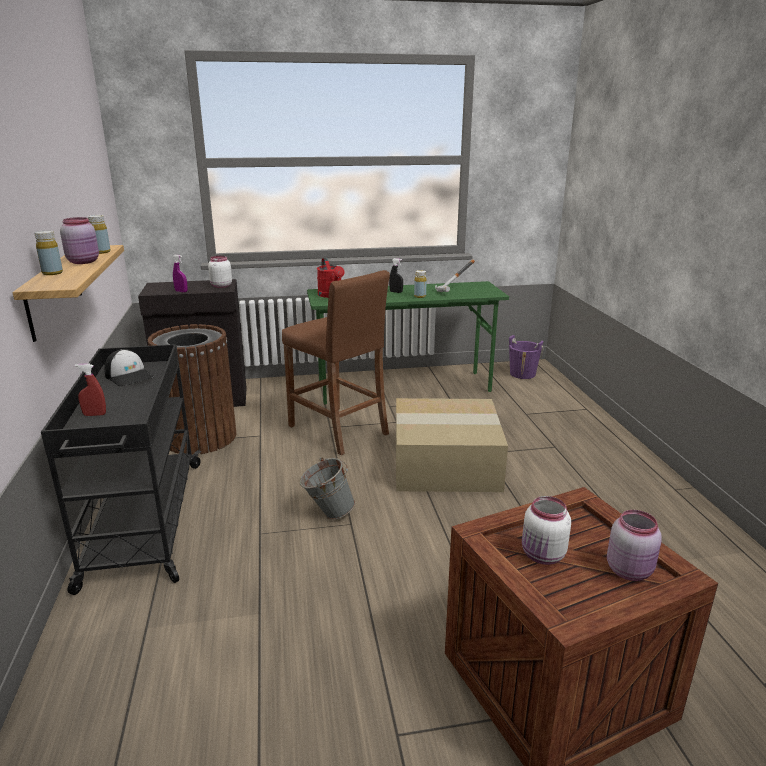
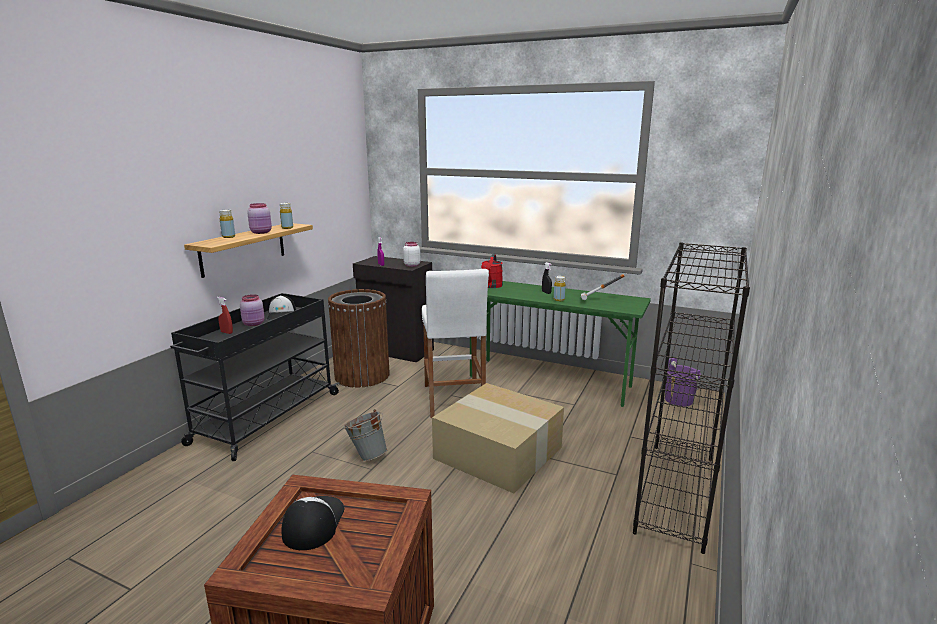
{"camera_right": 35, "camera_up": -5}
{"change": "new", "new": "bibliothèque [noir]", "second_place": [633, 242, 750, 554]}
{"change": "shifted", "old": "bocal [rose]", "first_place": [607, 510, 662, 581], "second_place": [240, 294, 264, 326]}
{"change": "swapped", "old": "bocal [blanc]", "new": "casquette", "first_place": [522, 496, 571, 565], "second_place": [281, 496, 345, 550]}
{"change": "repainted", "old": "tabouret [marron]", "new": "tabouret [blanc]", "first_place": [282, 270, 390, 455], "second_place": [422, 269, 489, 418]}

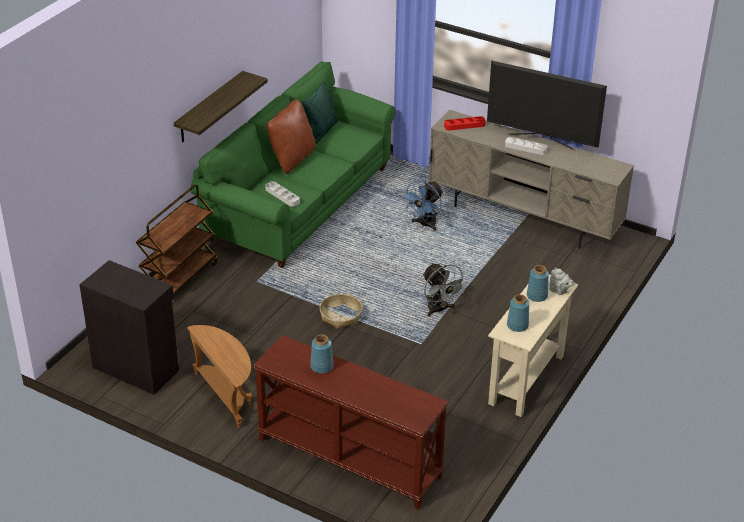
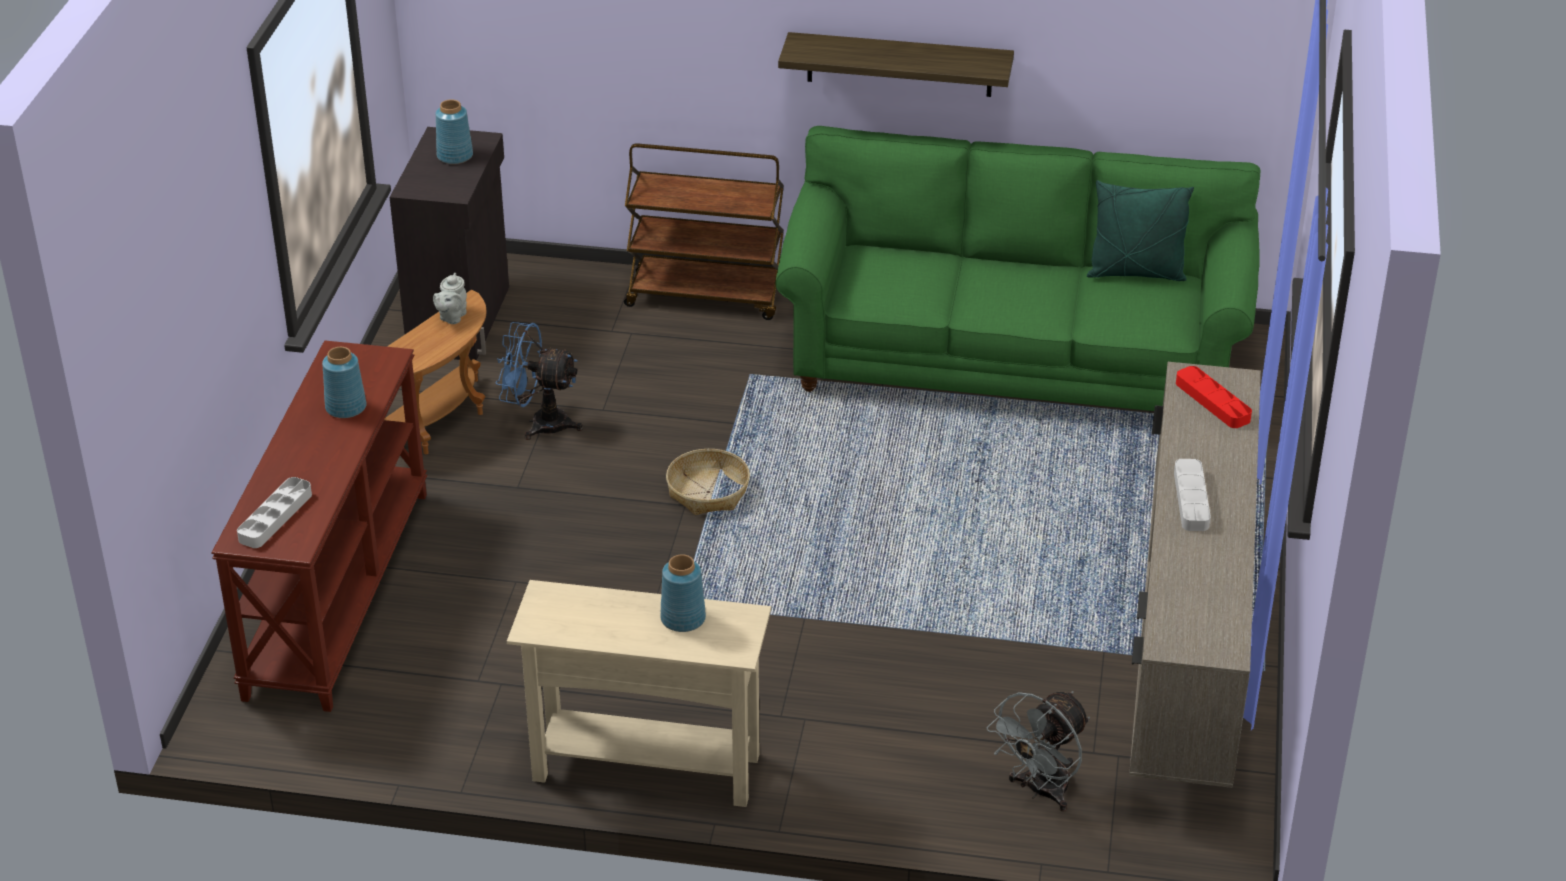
{"camera_right": 70, "camera_up": 0}
{"change": "gone", "old": "coussin [marron]", "first_place": [266, 99, 316, 174]}
{"change": "gone", "old": "téléviseur", "first_place": [487, 60, 607, 150]}
{"change": "shifted", "old": "plateau [gris]", "first_place": [265, 181, 300, 207], "second_place": [237, 477, 312, 548]}
{"change": "shifted", "old": "ventilateur [bleu]", "first_place": [402, 180, 443, 231], "second_place": [496, 322, 583, 440]}
{"change": "shifted", "old": "ventilateur [gris]", "first_place": [423, 263, 467, 316], "second_place": [987, 691, 1090, 812]}
{"change": "shifted", "old": "vase [bleu]", "first_place": [507, 294, 529, 332], "second_place": [435, 99, 473, 164]}
{"change": "shifted", "old": "théière [gris]", "first_place": [549, 268, 575, 295], "second_place": [433, 273, 467, 324]}

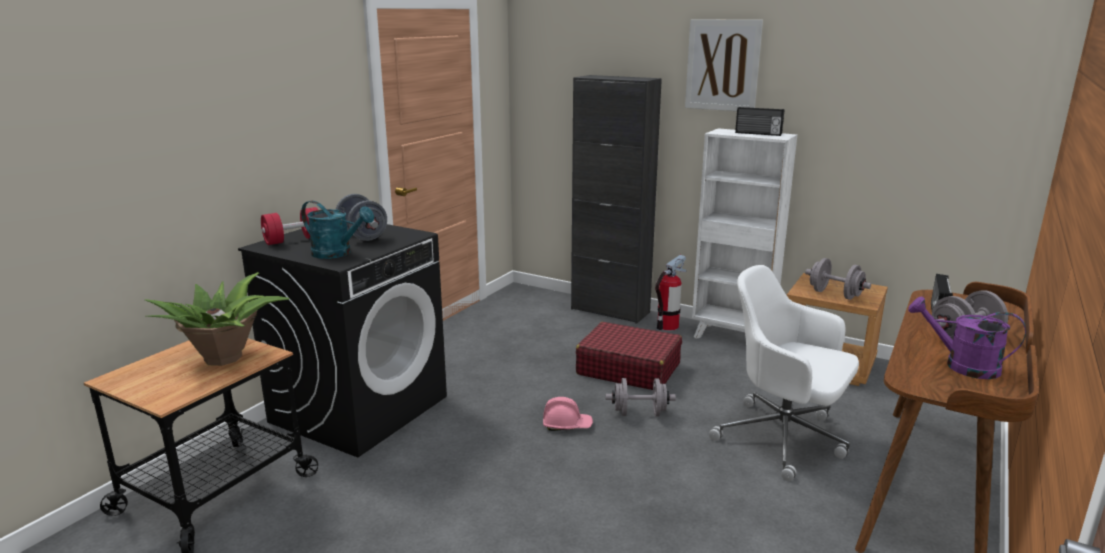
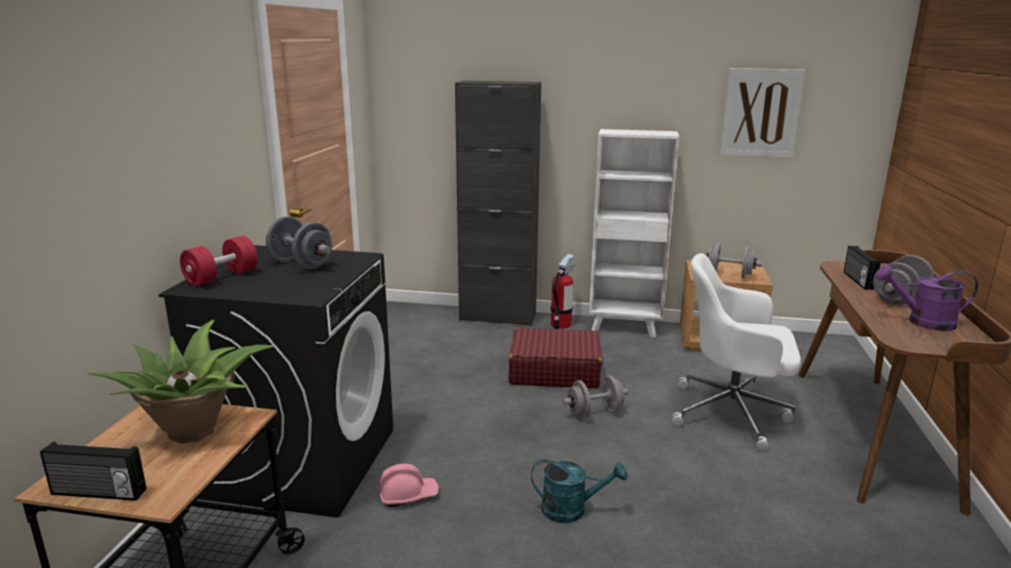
{"camera_right": -20, "camera_up": 0}
{"change": "shifted", "old": "arrosoir [turquoise]", "first_place": [301, 200, 374, 259], "second_place": [531, 459, 628, 523]}
{"change": "shifted", "old": "casque de chantier [rose]", "first_place": [543, 397, 593, 431], "second_place": [379, 464, 439, 507]}
{"change": "shifted", "old": "tableau", "first_place": [685, 19, 763, 111], "second_place": [719, 68, 805, 158]}
{"change": "shifted", "old": "radio", "first_place": [735, 107, 784, 136], "second_place": [40, 442, 146, 501]}

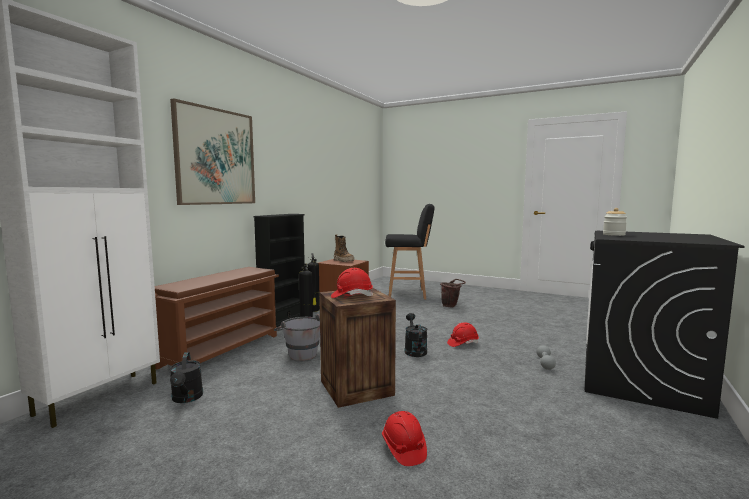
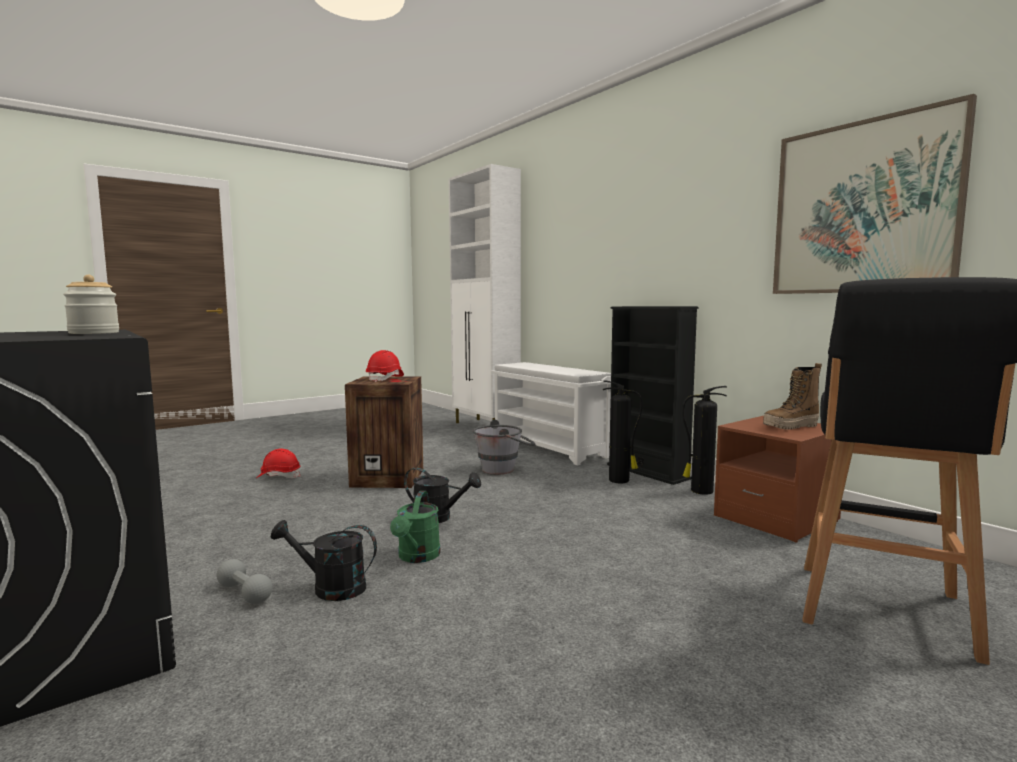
{"camera_right": 115, "camera_up": 0}
{"change": "gone", "old": "seau [marron]", "first_place": [440, 279, 466, 308]}
{"change": "shifted", "old": "arrosoir [noir]", "first_place": [169, 352, 203, 403], "second_place": [271, 520, 377, 601]}
{"change": "shifted", "old": "tableau", "first_place": [170, 98, 255, 205], "second_place": [773, 94, 977, 294]}
{"change": "swapped", "old": "casque de chantier [rouge]", "new": "arrosoir [vert]", "first_place": [447, 322, 479, 347], "second_place": [390, 491, 441, 563]}
{"change": "repainted", "old": "étagère à chaussures [marron]", "new": "étagère à chaussures [blanc]", "first_place": [155, 267, 279, 370], "second_place": [491, 362, 611, 465]}

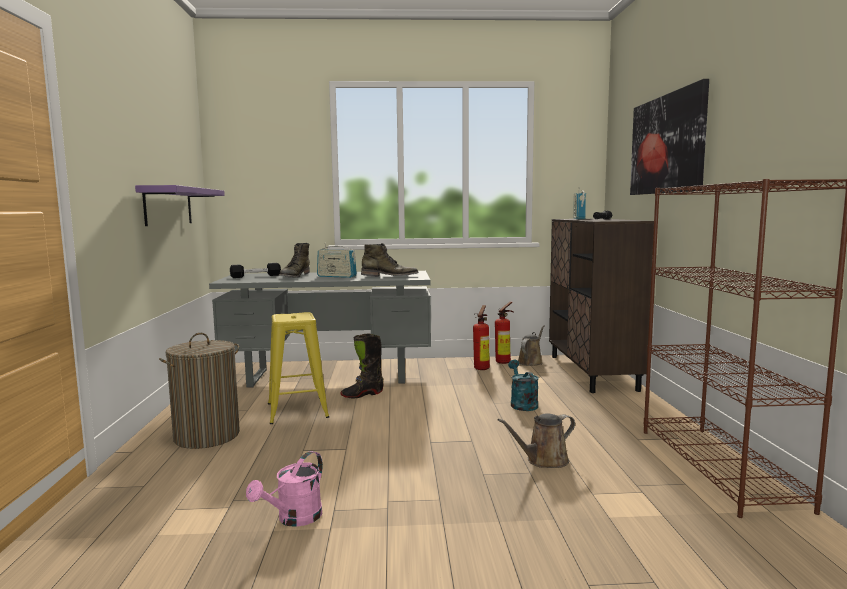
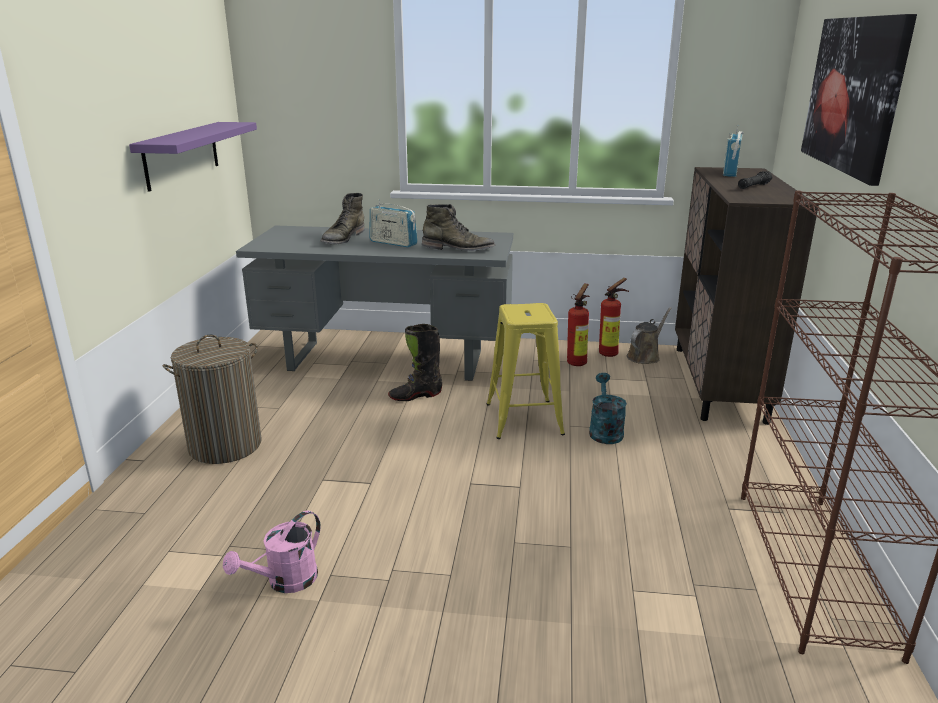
{"camera_right": 10, "camera_up": 15}
{"change": "gone", "old": "haltère [noir]", "first_place": [230, 263, 281, 278]}
{"change": "gone", "old": "arrosoir [marron]", "first_place": [498, 413, 575, 468]}
{"change": "shifted", "old": "tabouret [jaune]", "first_place": [268, 312, 329, 424], "second_place": [487, 303, 565, 439]}

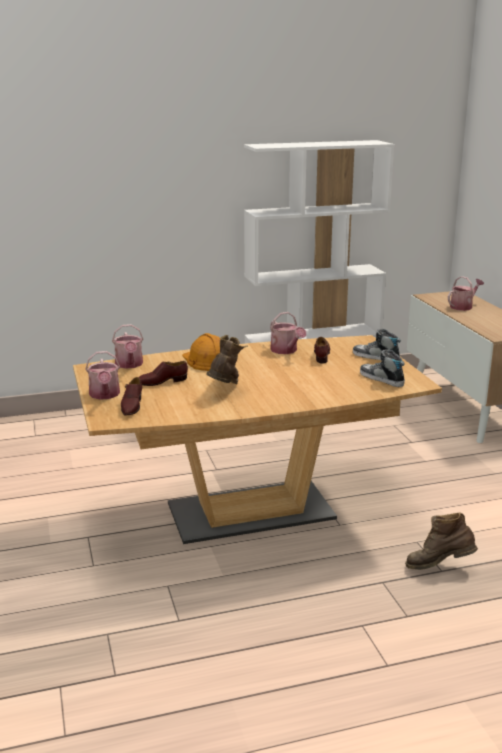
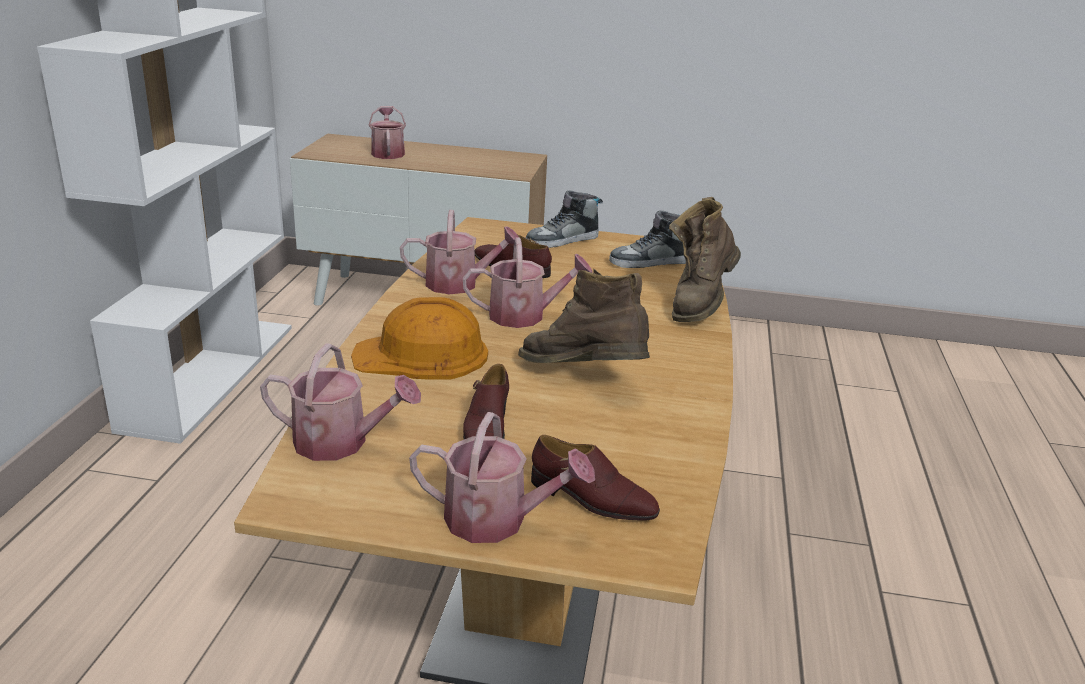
{"camera_right": -65, "camera_up": 5}
{"change": "new", "new": "arrosoir", "second_place": [463, 238, 593, 328]}
{"change": "shifted", "old": "botte [marron]", "first_place": [405, 512, 478, 570], "second_place": [669, 197, 741, 322]}

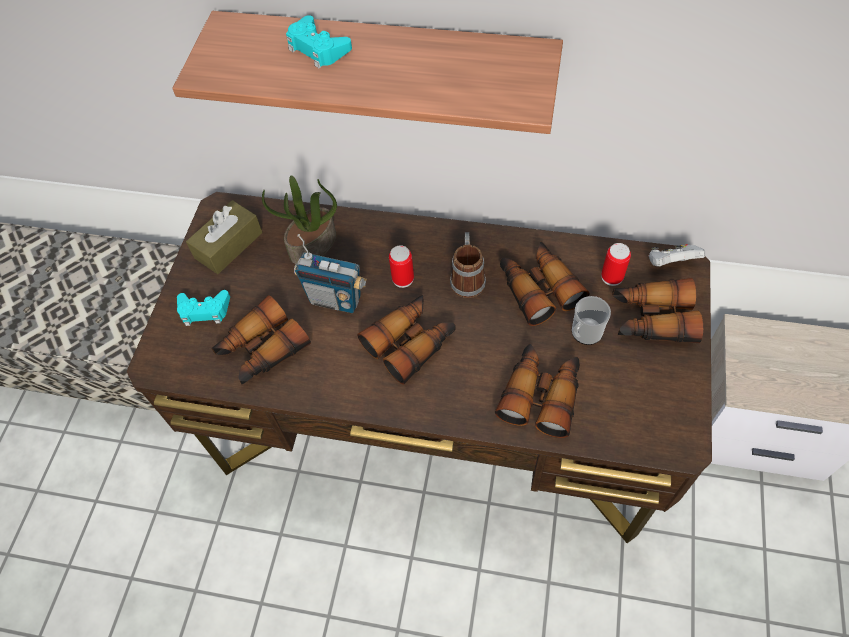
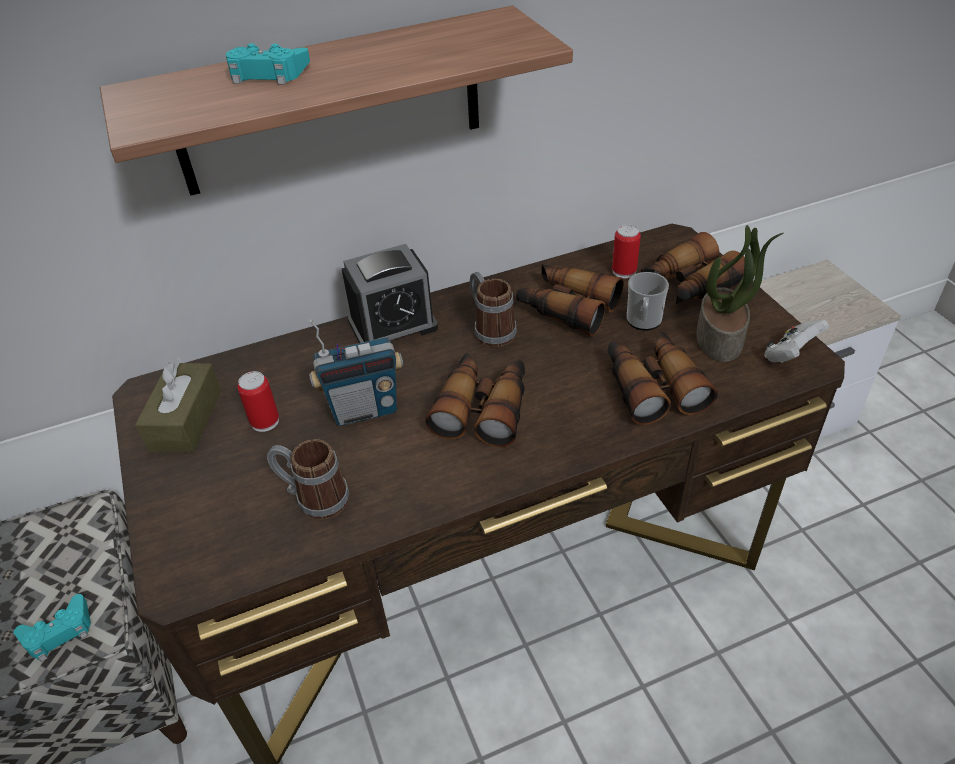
{"camera_right": -35, "camera_up": -15}
{"change": "new", "new": "réveil", "second_place": [342, 244, 438, 343]}
{"change": "shifted", "old": "manette [turquoise]", "first_place": [177, 290, 230, 326], "second_place": [14, 594, 91, 662]}
{"change": "shifted", "old": "plante en pot", "first_place": [262, 176, 337, 264], "second_place": [696, 225, 784, 362]}
{"change": "shifted", "old": "boîte métallique", "first_place": [389, 245, 414, 288], "second_place": [238, 371, 279, 432]}
{"change": "shifted", "old": "manette [blanc]", "first_place": [648, 244, 705, 266], "second_place": [764, 319, 828, 363]}
{"change": "swapped", "old": "jumelles", "new": "mug", "first_place": [211, 295, 311, 384], "second_place": [267, 439, 349, 519]}

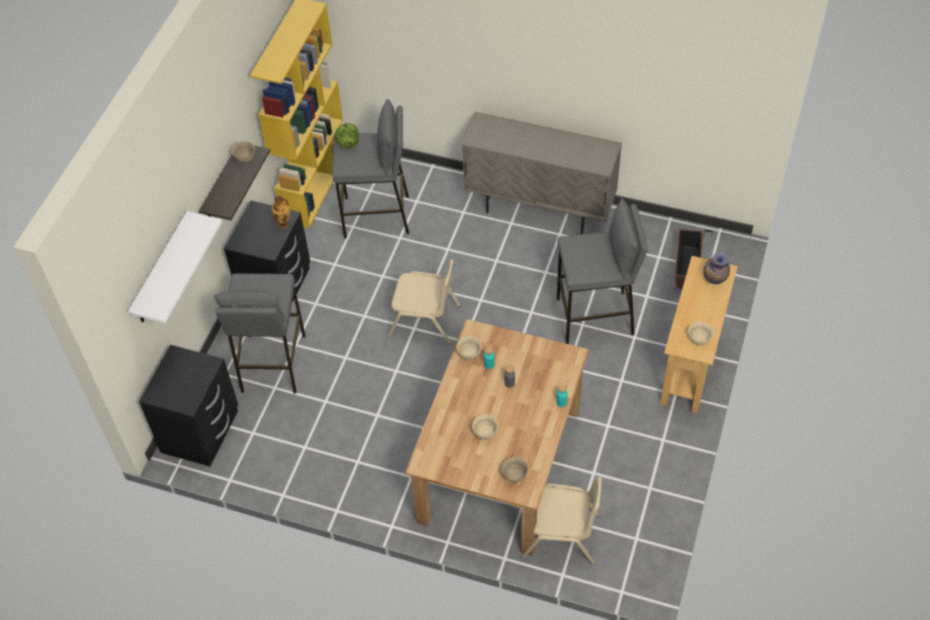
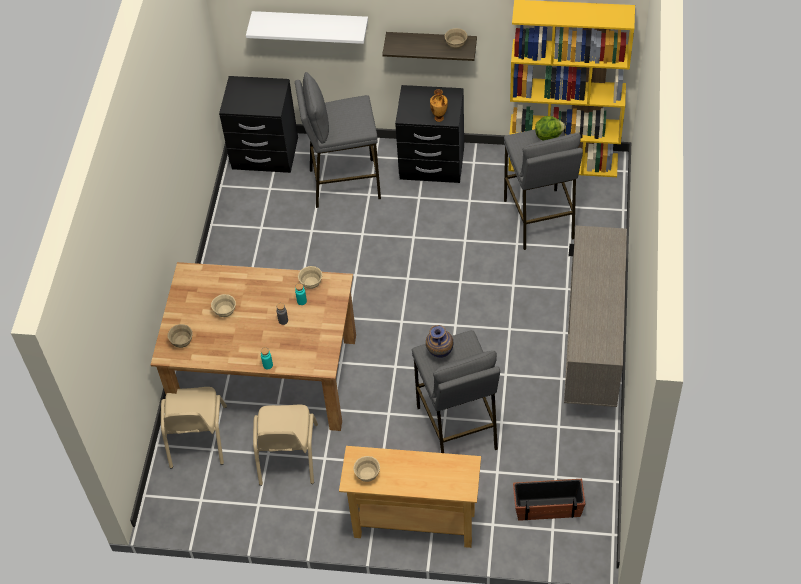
{"camera_right": 80, "camera_up": 0}
{"change": "shifted", "old": "chaise [beige]", "first_place": [387, 259, 461, 345], "second_place": [253, 405, 318, 486]}
{"change": "shifted", "old": "vase", "first_place": [703, 252, 730, 284], "second_place": [426, 325, 454, 358]}

